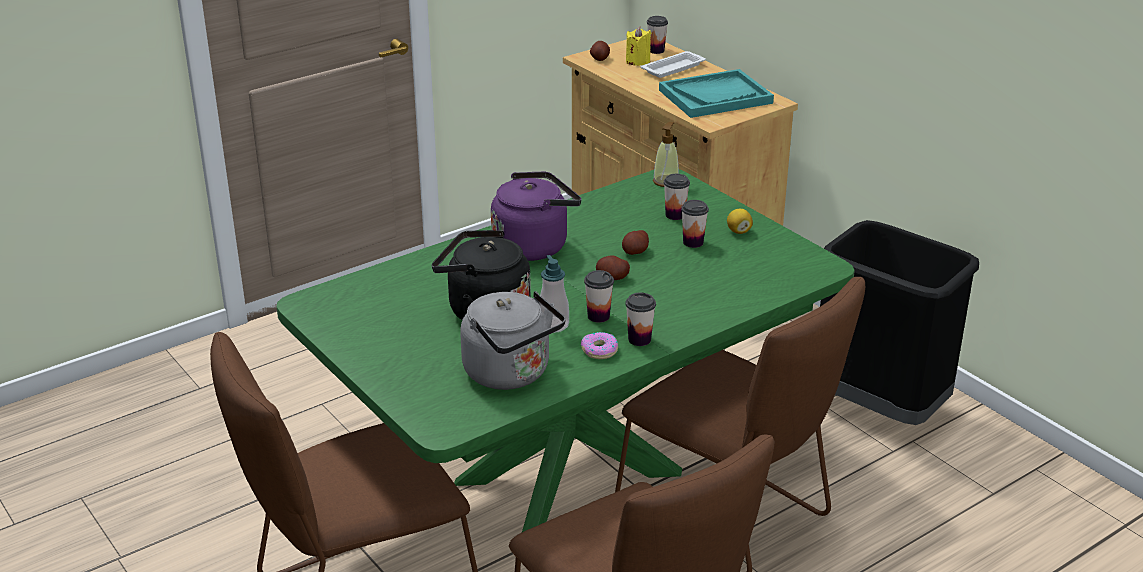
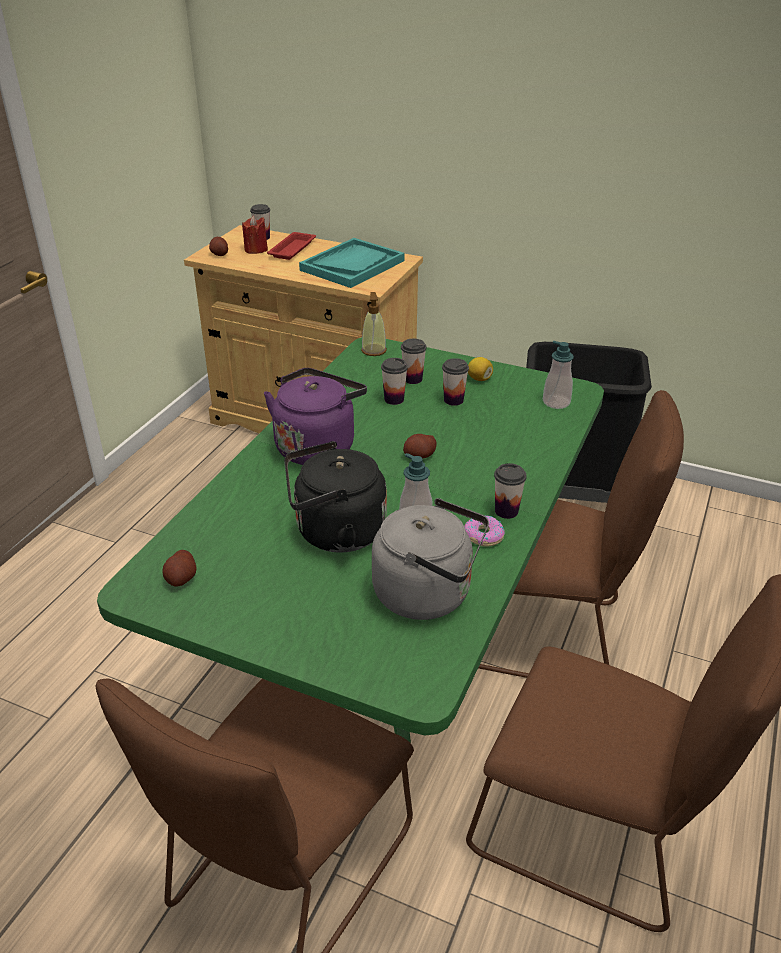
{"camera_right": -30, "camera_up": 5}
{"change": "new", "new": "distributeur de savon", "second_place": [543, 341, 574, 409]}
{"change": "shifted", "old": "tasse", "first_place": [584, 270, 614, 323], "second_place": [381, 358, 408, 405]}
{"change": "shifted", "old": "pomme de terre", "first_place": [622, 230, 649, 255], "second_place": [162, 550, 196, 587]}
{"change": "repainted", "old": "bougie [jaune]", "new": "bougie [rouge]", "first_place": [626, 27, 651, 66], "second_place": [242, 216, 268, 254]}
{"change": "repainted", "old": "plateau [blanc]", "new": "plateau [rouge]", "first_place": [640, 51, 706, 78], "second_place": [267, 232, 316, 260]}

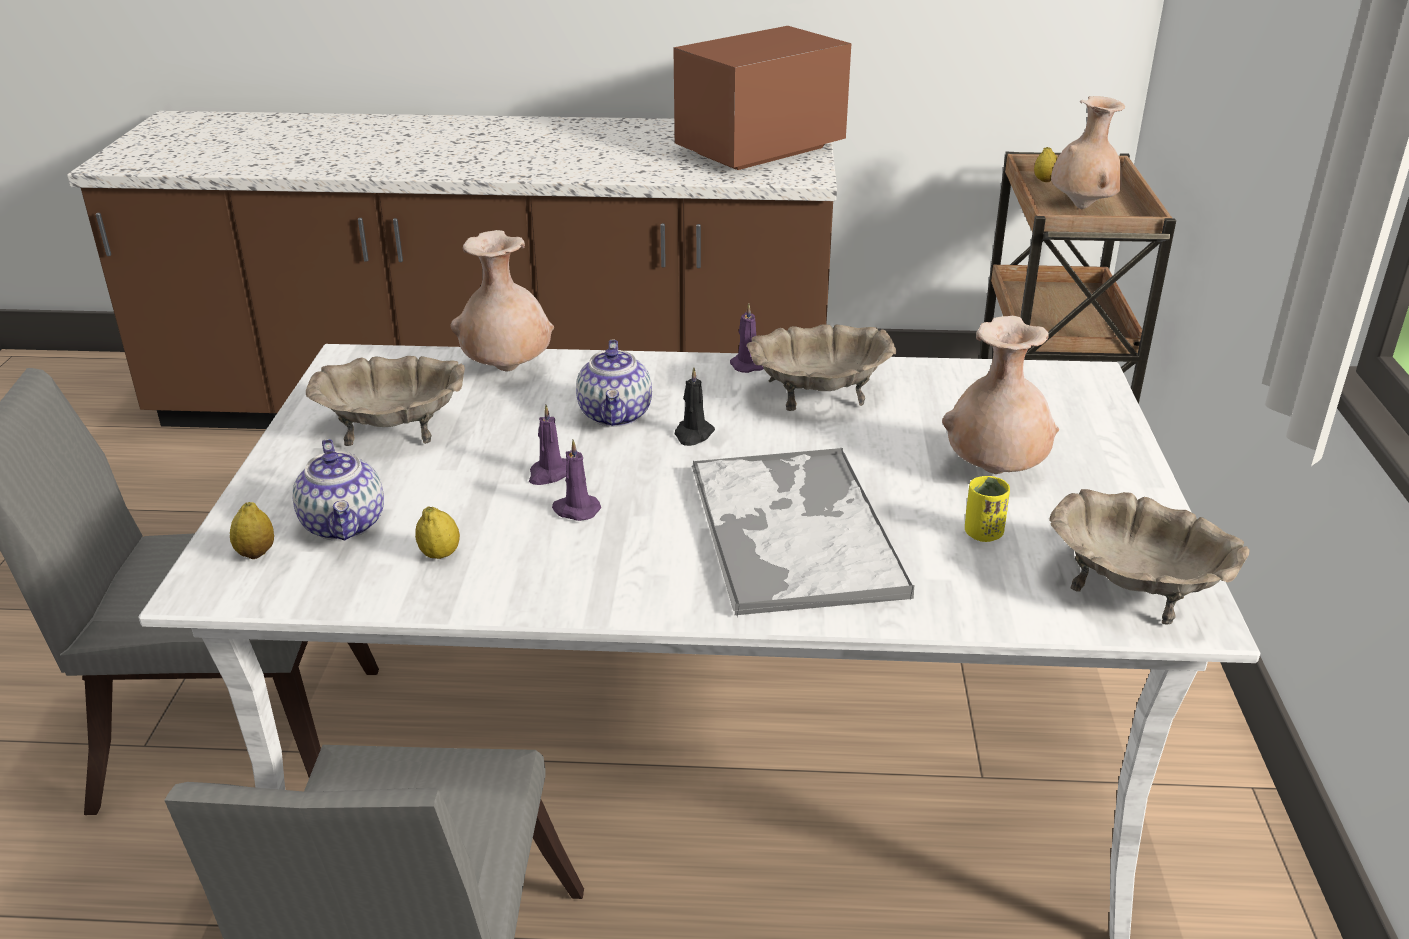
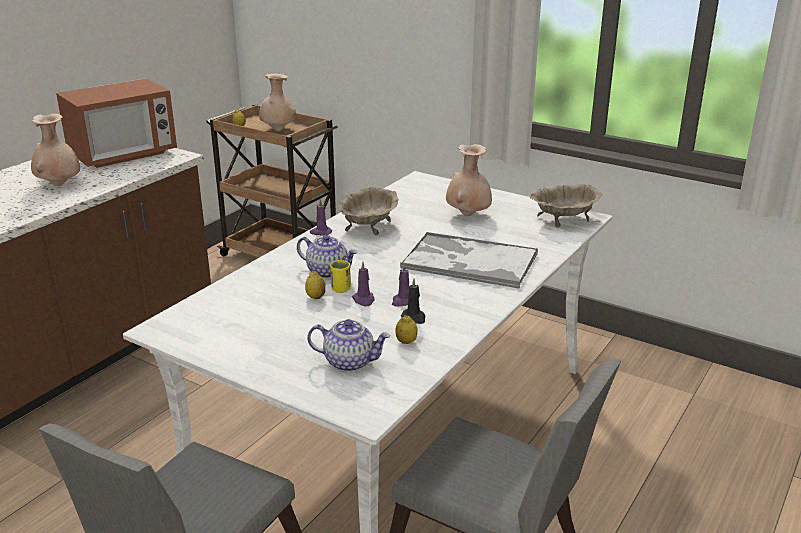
{"camera_right": -60, "camera_up": -5}
{"change": "gone", "old": "bol [beige]", "first_place": [306, 356, 465, 446]}
{"change": "shifted", "old": "citron", "first_place": [230, 502, 274, 559], "second_place": [305, 271, 326, 299]}
{"change": "shifted", "old": "vase [beige]", "first_place": [450, 230, 554, 372], "second_place": [31, 114, 80, 186]}
{"change": "shifted", "old": "bougie [noir]", "first_place": [675, 367, 715, 446], "second_place": [401, 278, 426, 324]}
{"change": "shifted", "old": "tasse [jaune]", "first_place": [965, 476, 1010, 542], "second_place": [330, 260, 351, 293]}
{"change": "rotated", "old": "micro-ondes", "first_place": [673, 26, 851, 170], "second_place": [56, 79, 177, 168], "degrees": -120}

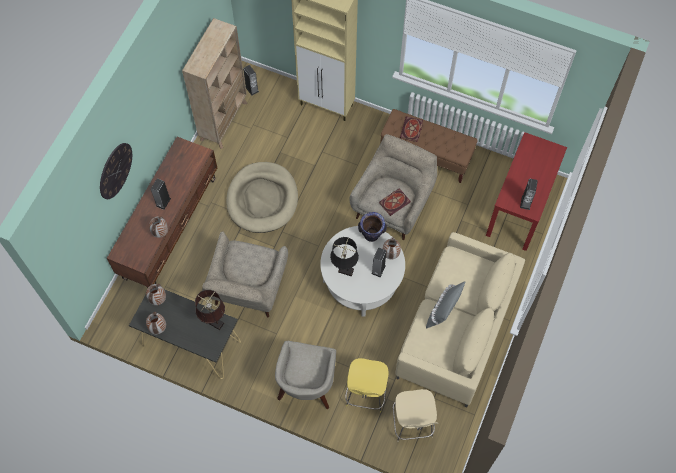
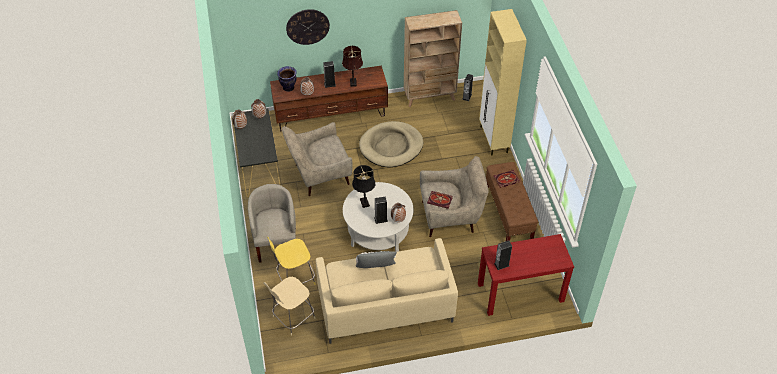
{"camera_right": 55, "camera_up": -15}
{"change": "shifted", "old": "lampe de table [marron]", "first_place": [195, 290, 225, 330], "second_place": [342, 46, 363, 87]}
{"change": "shifted", "old": "vase", "first_place": [358, 212, 387, 242], "second_place": [277, 66, 297, 92]}
{"change": "rotated", "old": "fauteuil [beige]", "first_place": [275, 340, 336, 409], "second_place": [248, 184, 296, 263], "degrees": 105}

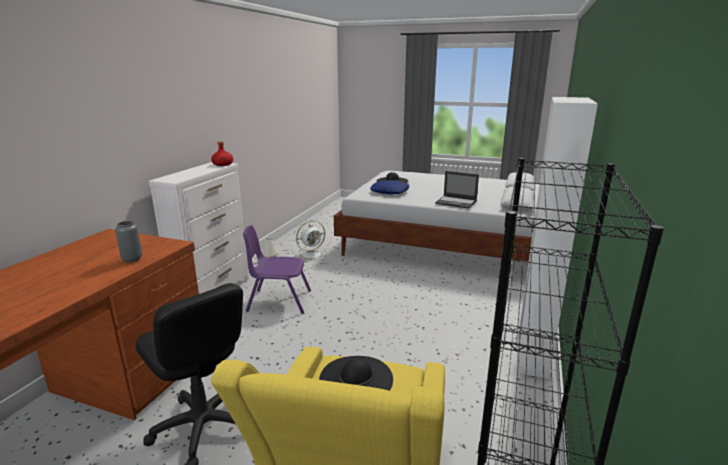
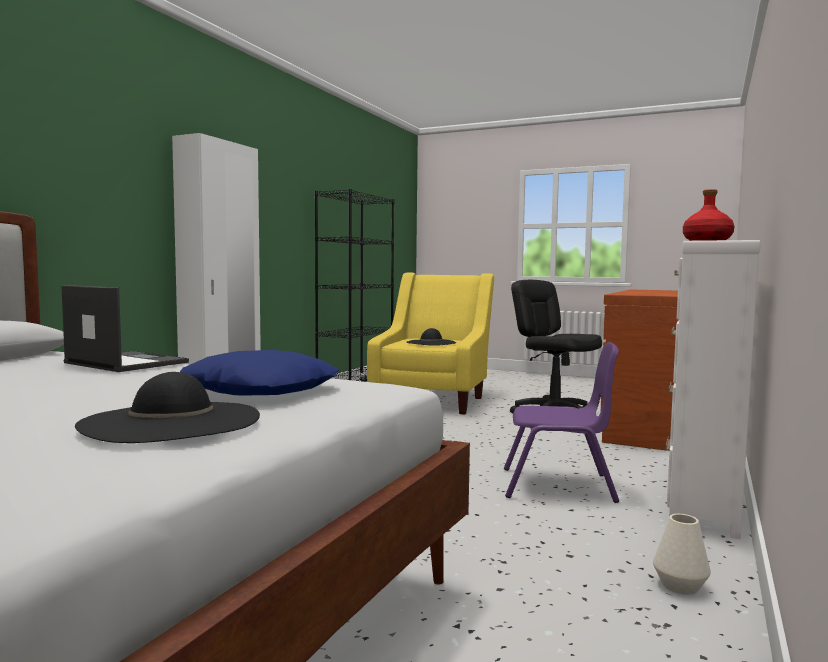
{"camera_right": -175, "camera_up": -15}
{"change": "gone", "old": "vase [gris]", "first_place": [115, 221, 142, 262]}
{"change": "gone", "old": "ventilateur [blanc]", "first_place": [294, 221, 328, 261]}

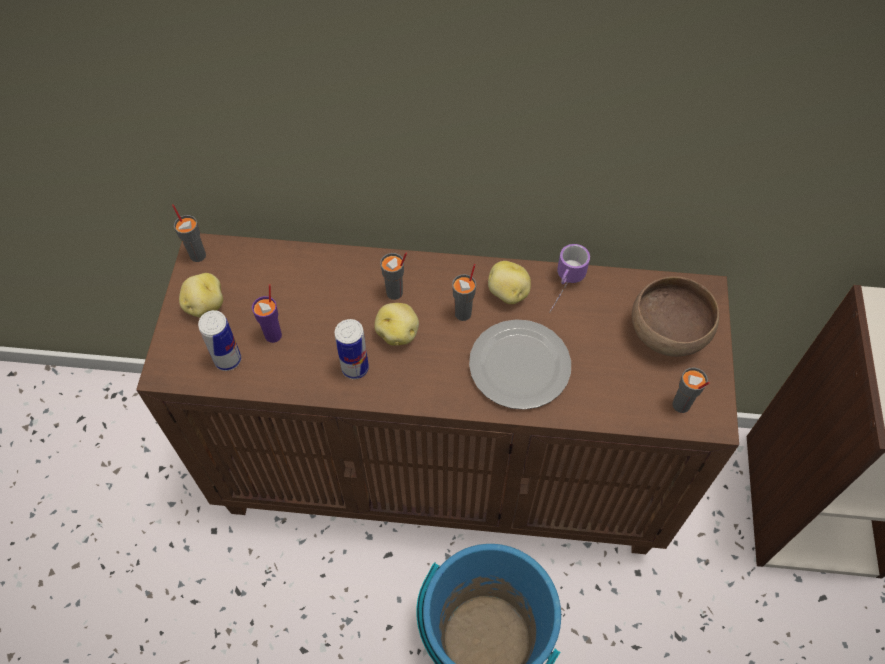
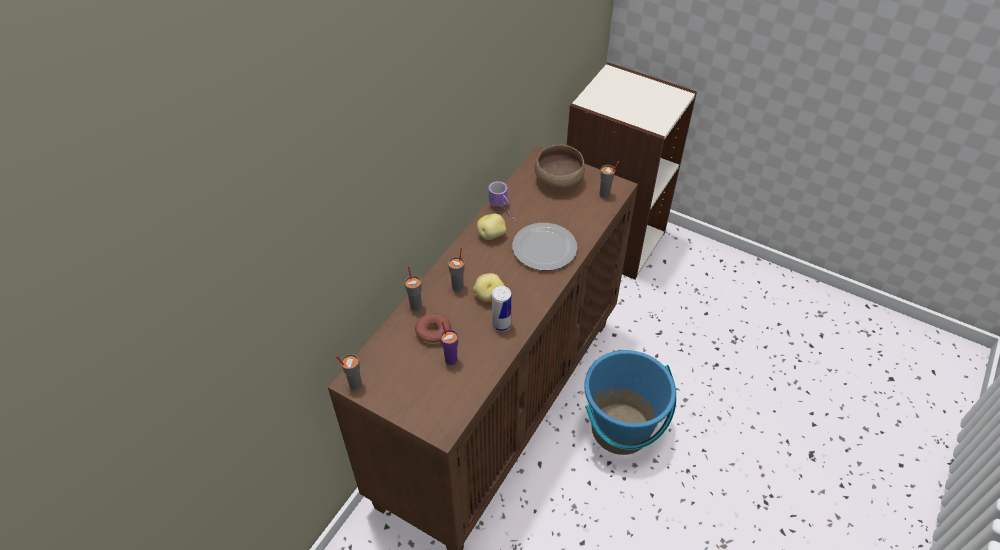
{"camera_right": -65, "camera_up": -10}
{"change": "gone", "old": "pomme de terre", "first_place": [179, 273, 223, 317]}
{"change": "gone", "old": "boîte métallique", "first_place": [198, 310, 241, 371]}
{"change": "new", "new": "beignet", "second_place": [415, 313, 451, 344]}
{"change": "shifted", "old": "tasse [gris]", "first_place": [452, 264, 476, 321], "second_place": [405, 266, 422, 311]}

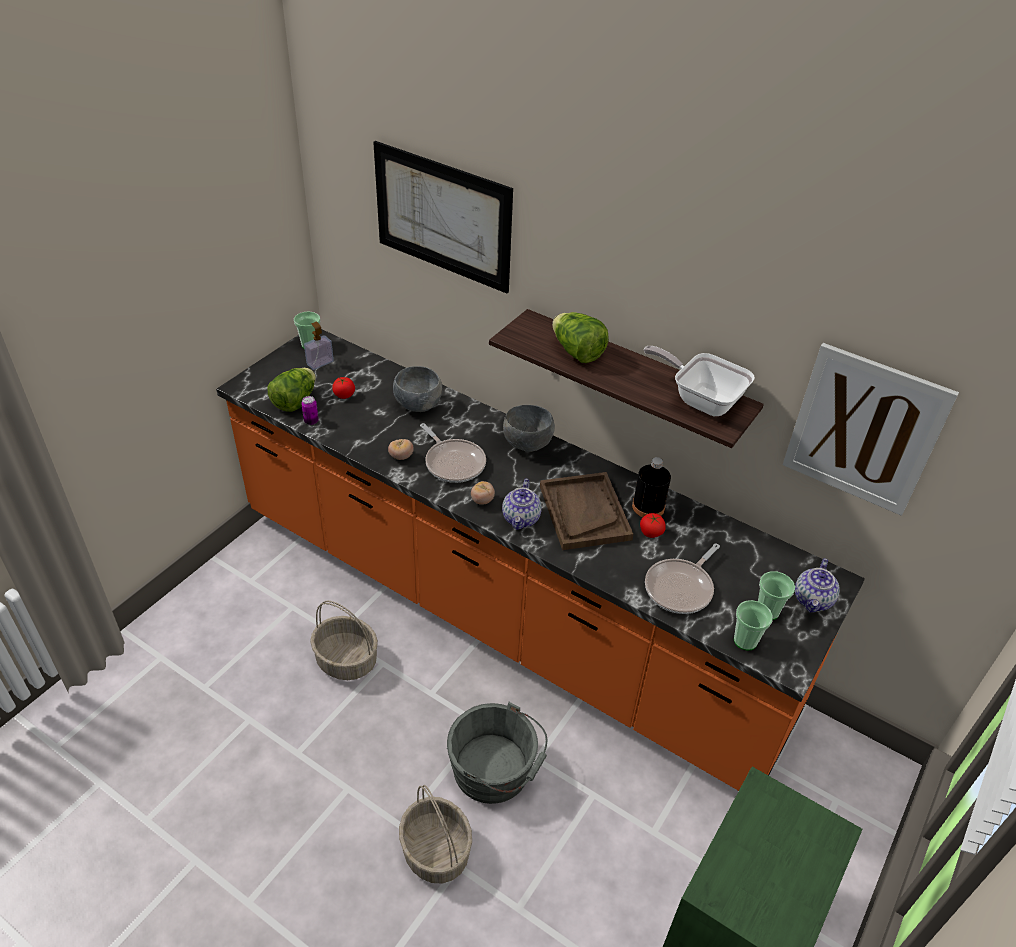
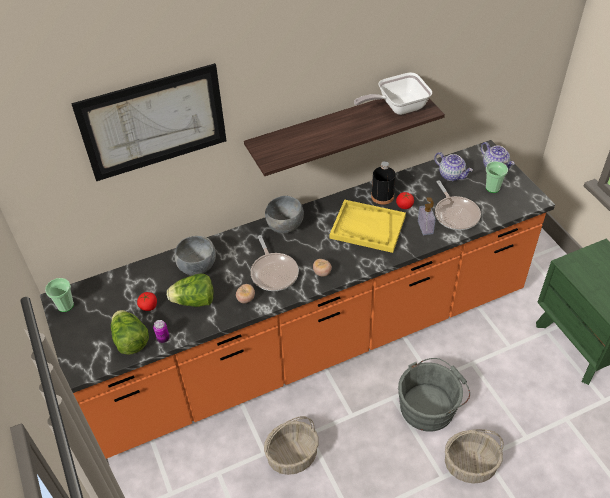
{"camera_right": -55, "camera_up": 5}
{"change": "gone", "old": "tasse", "first_place": [734, 600, 773, 650]}
{"change": "gone", "old": "tableau", "first_place": [783, 343, 959, 516]}
{"change": "shifted", "old": "distributeur de savon", "first_place": [304, 322, 334, 370], "second_place": [418, 197, 436, 235]}
{"change": "shifted", "old": "théière", "first_place": [502, 479, 542, 530], "second_place": [434, 152, 473, 181]}
{"change": "shifted", "old": "laitue", "first_place": [552, 312, 609, 363], "second_place": [167, 273, 214, 307]}
{"change": "repainted", "old": "plateau [marron]", "new": "plateau [jaune]", "first_place": [540, 472, 633, 550], "second_place": [330, 199, 406, 253]}
{"change": "rotated", "old": "poêle", "first_place": [420, 423, 486, 483], "second_place": [251, 235, 299, 291], "degrees": 75}

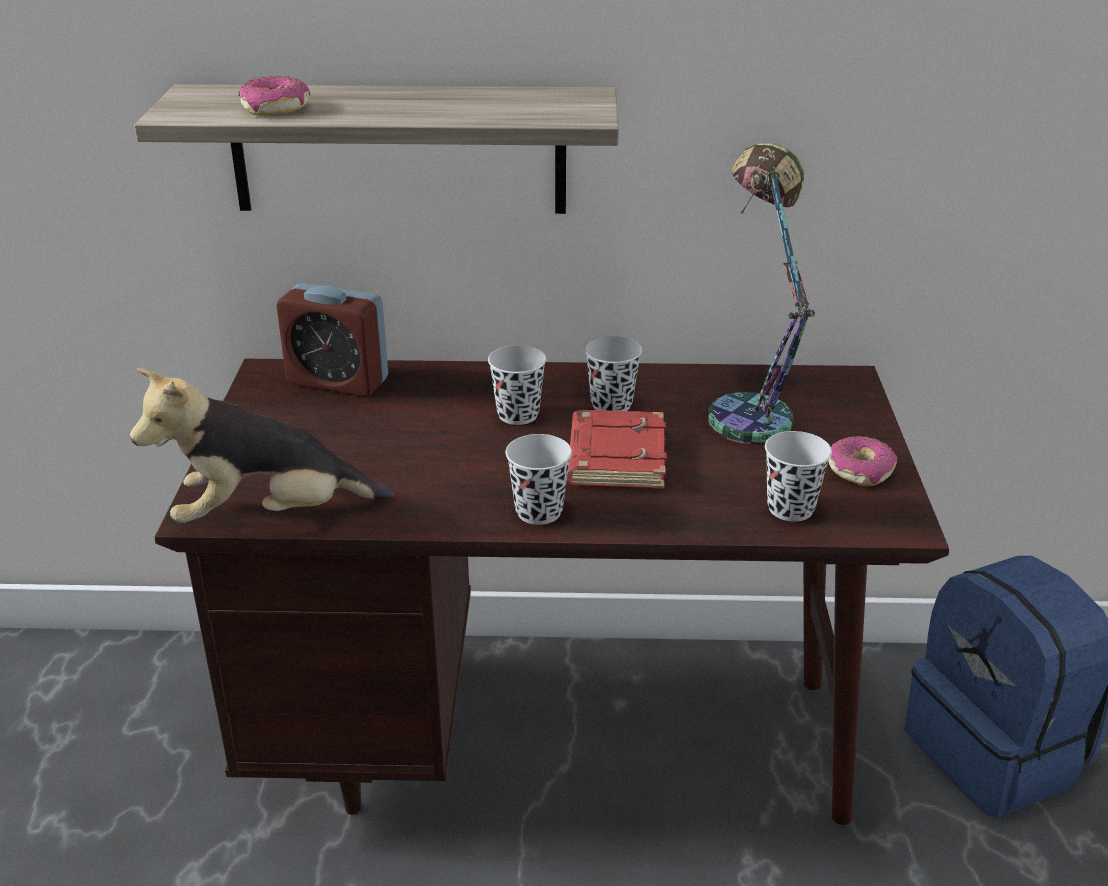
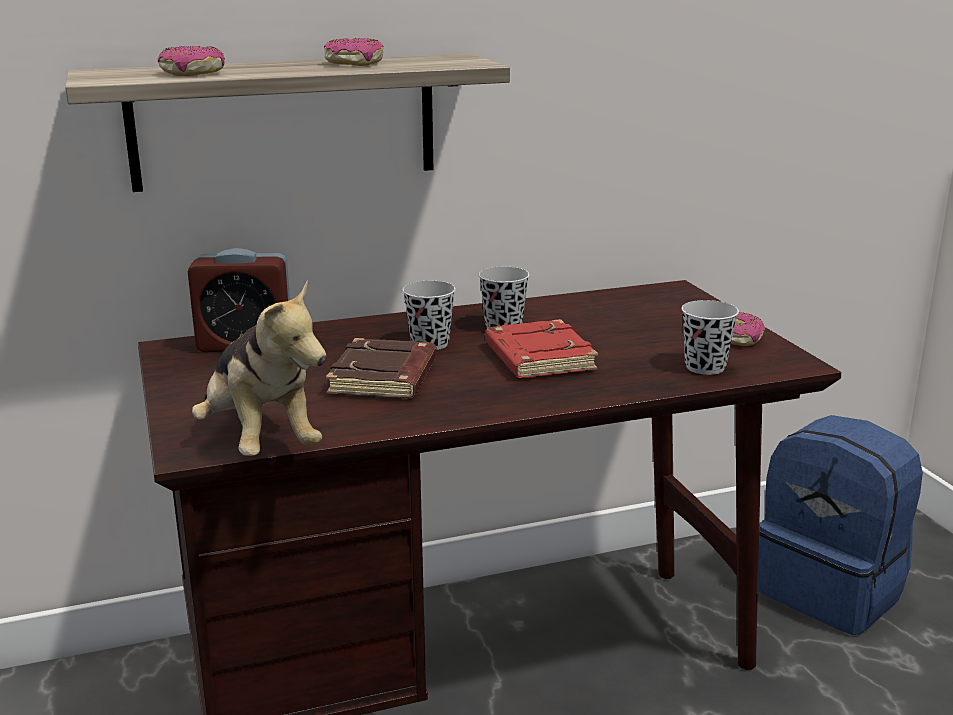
{"camera_right": -20, "camera_up": -10}
{"change": "gone", "old": "tasse [noir]", "first_place": [505, 434, 572, 525]}
{"change": "gone", "old": "lampe de table", "first_place": [708, 143, 815, 444]}
{"change": "new", "new": "beignet", "second_place": [324, 38, 384, 66]}
{"change": "new", "new": "livre [marron]", "second_place": [326, 338, 437, 399]}
{"change": "rotated", "old": "peluche", "first_place": [130, 368, 394, 523], "second_place": [192, 280, 326, 456], "degrees": -90}

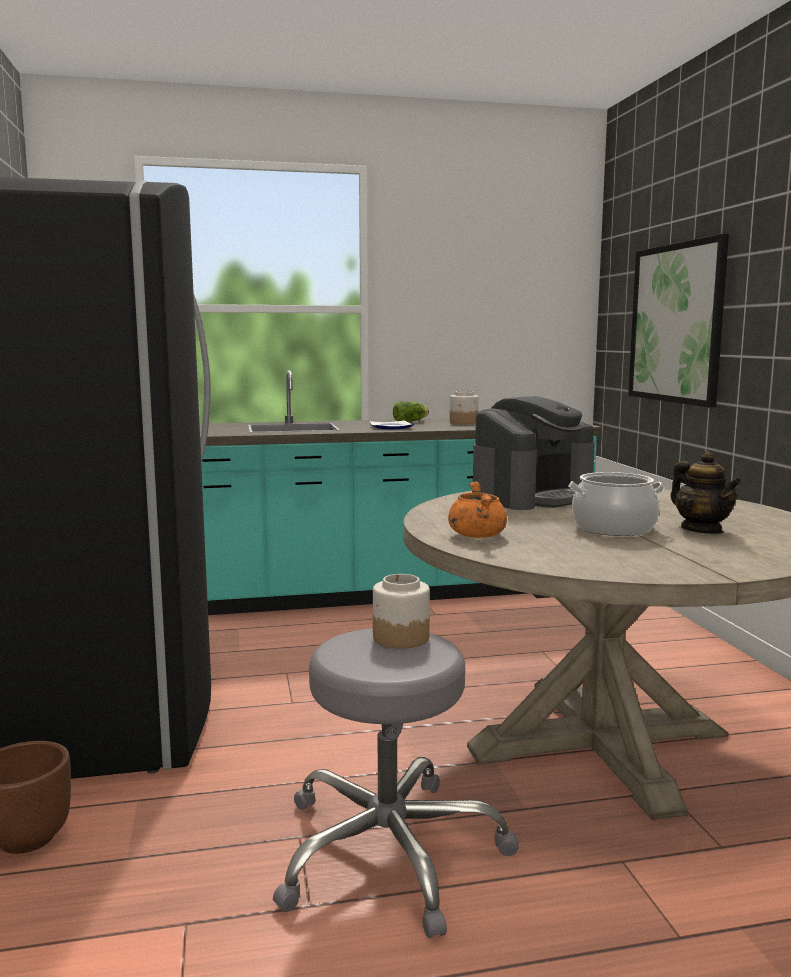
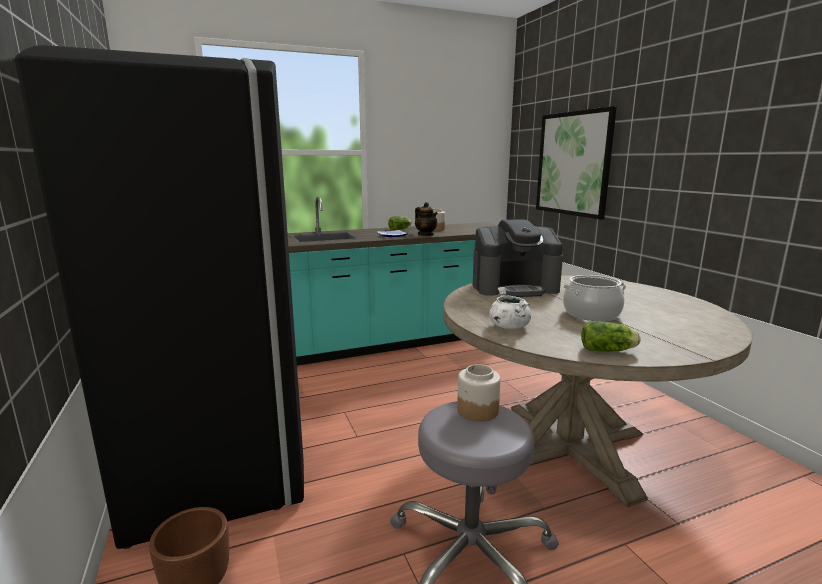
{"camera_right": -10, "camera_up": 5}
{"change": "new", "new": "laitue", "second_place": [581, 321, 641, 352]}
{"change": "shifted", "old": "théière", "first_place": [670, 451, 742, 534], "second_place": [415, 202, 438, 236]}
{"change": "repainted", "old": "marmite [orange]", "new": "marmite [blanc]", "first_place": [448, 481, 507, 538], "second_place": [489, 287, 531, 329]}
{"change": "rotated", "old": "machine à café", "first_place": [473, 396, 595, 510], "second_place": [473, 220, 563, 297], "degrees": 45}

